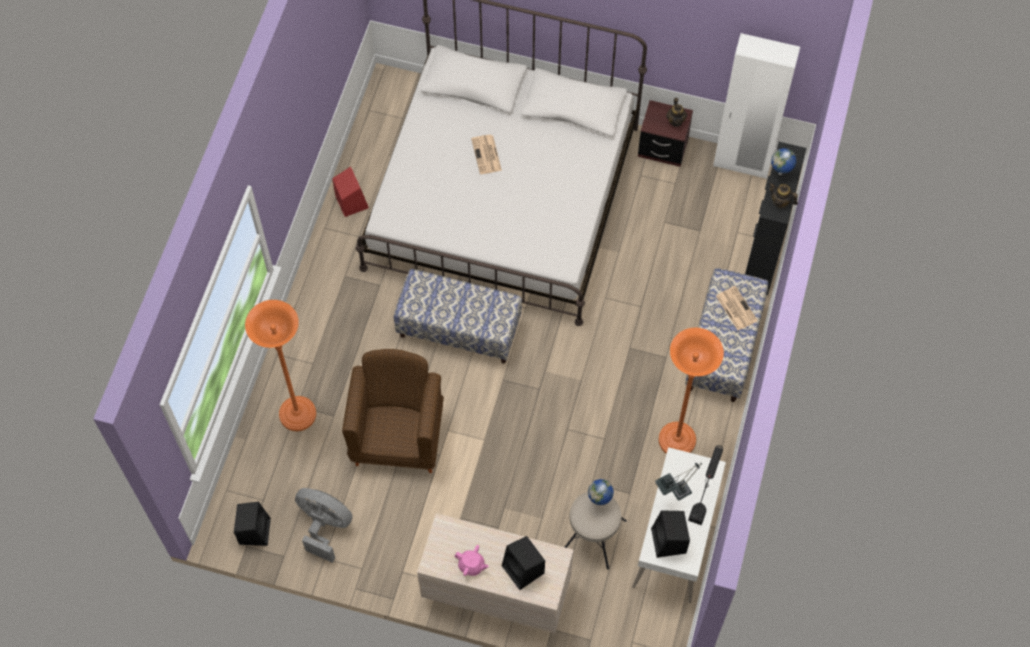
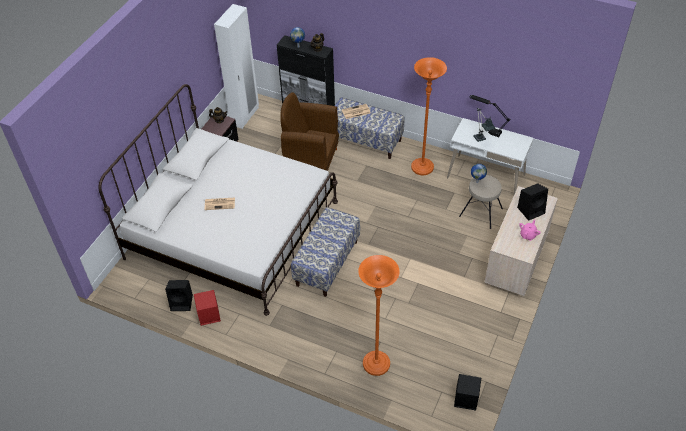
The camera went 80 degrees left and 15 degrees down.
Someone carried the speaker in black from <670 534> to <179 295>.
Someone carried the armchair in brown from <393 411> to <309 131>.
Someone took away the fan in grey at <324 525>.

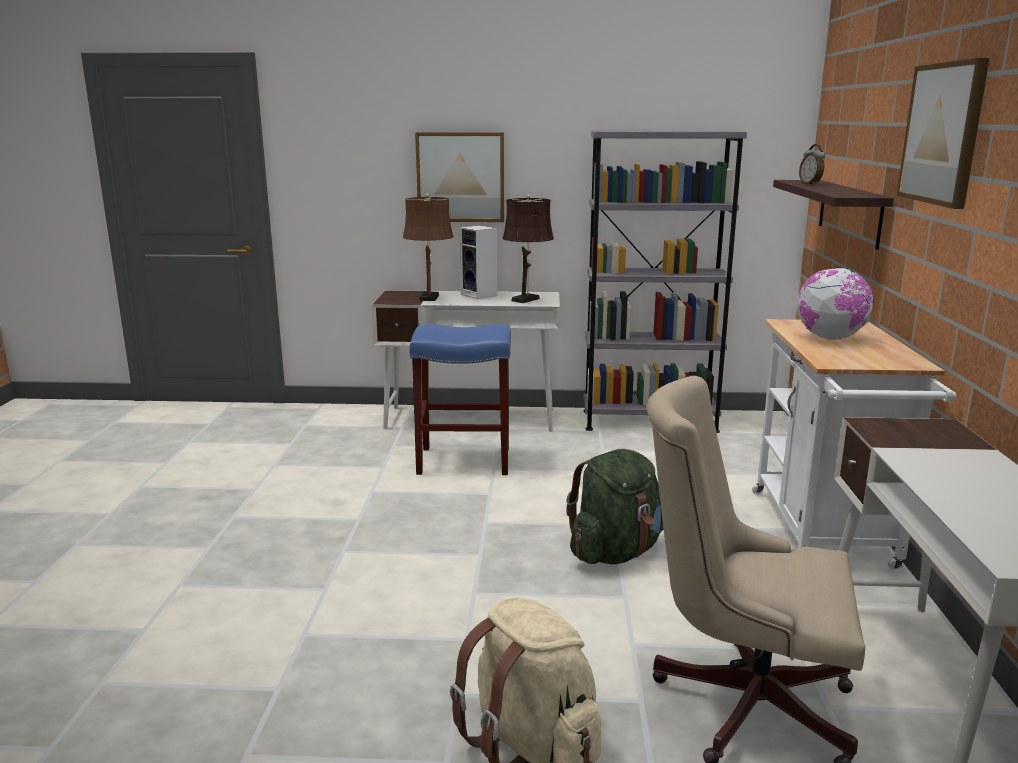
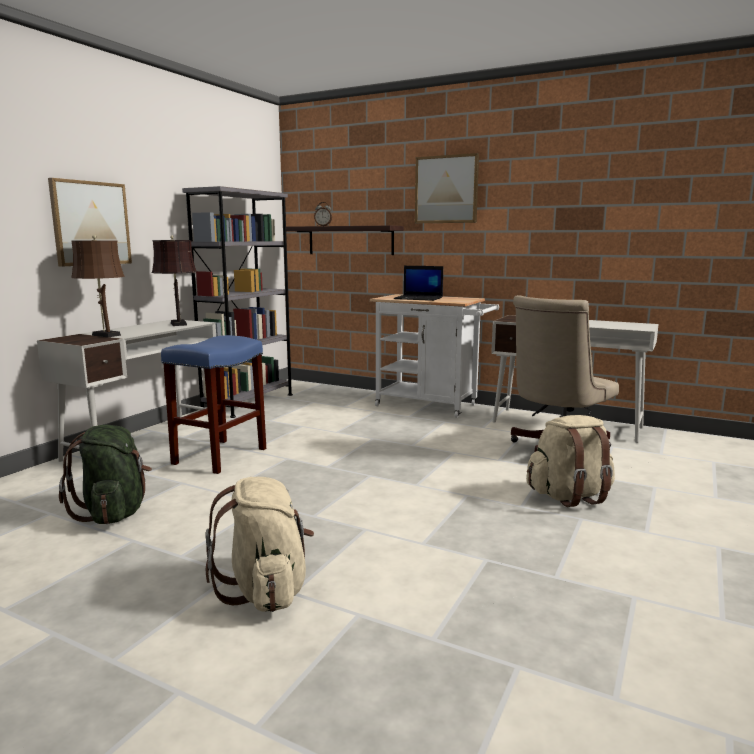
The camera went 65 degrees left and 5 degrees down.
Someone carried the backpack in green from <614 506> to <105 474>.
Someone put down the backpack in beige at <259 544>.
Someone swapped the globe at <835 303> for the laptop at <418 283>.
Someone took away the speaker at <478 262>.

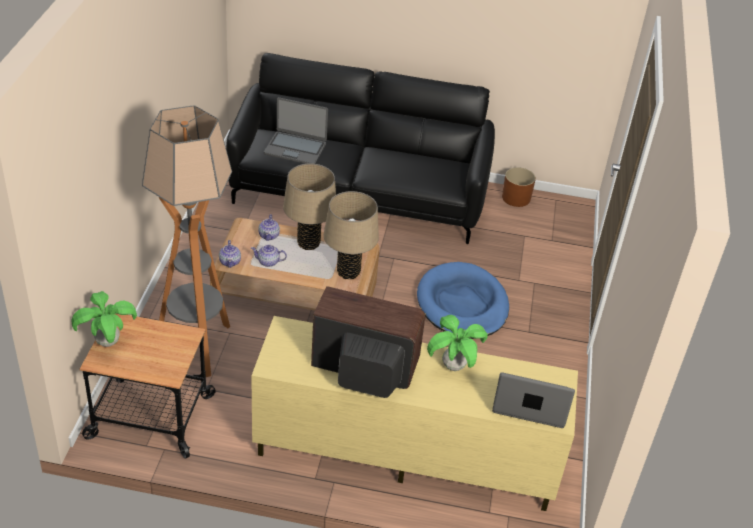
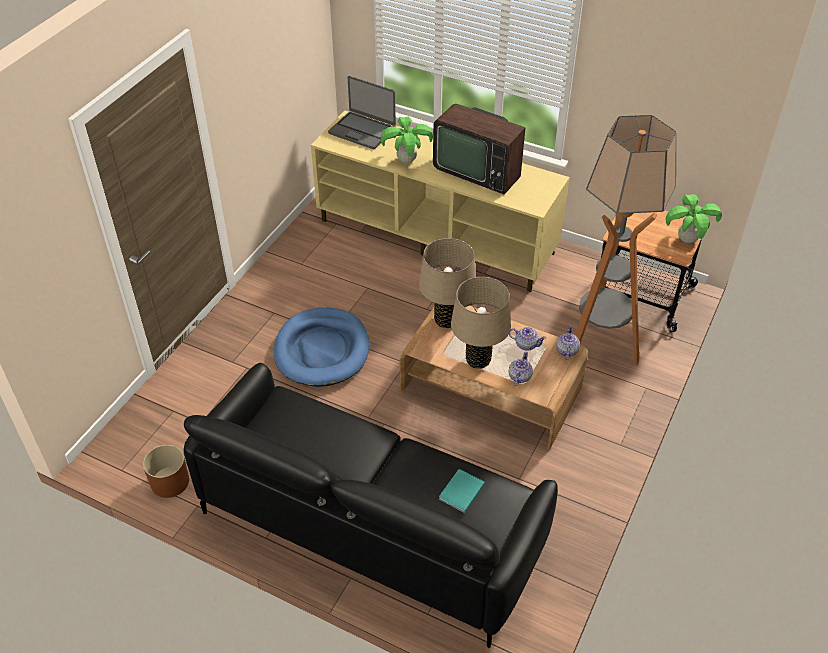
The camera went 160 degrees left and 5 degrees up.
Someone swapped the laptop at <296 130> for the book in turquoise at <462 491>.

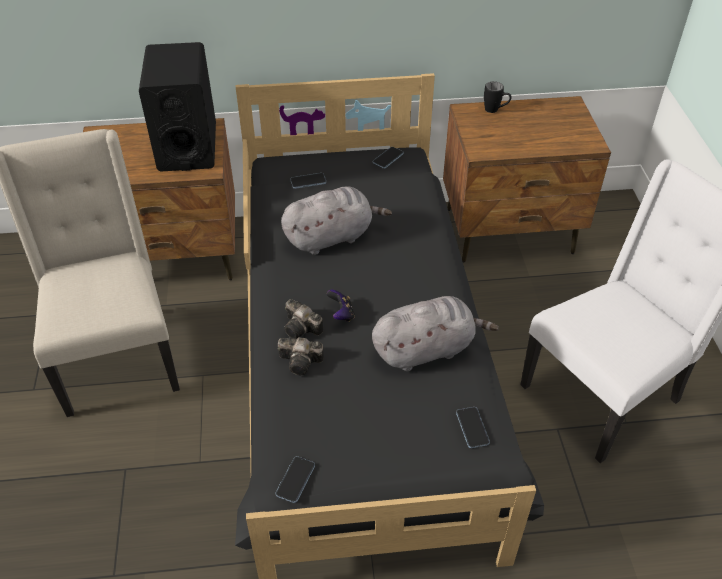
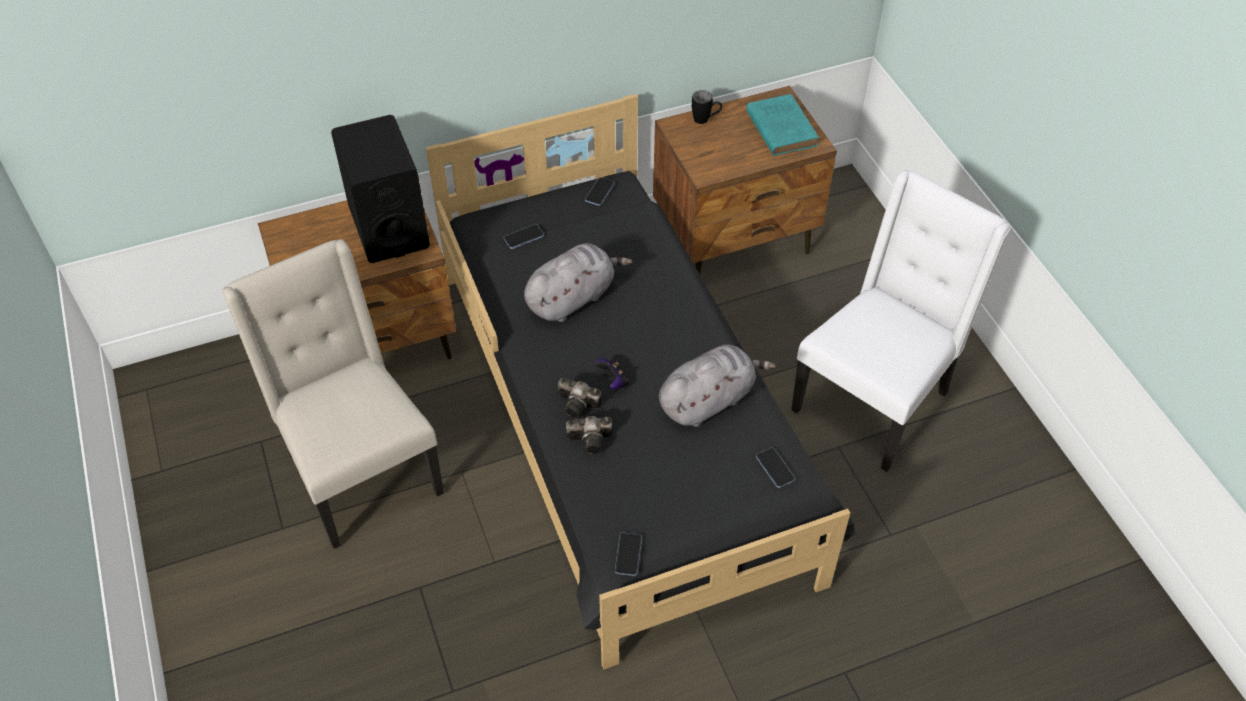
The camera went 15 degrees left and 5 degrees up.
Someone put down the book in turquoise at <782 125>.

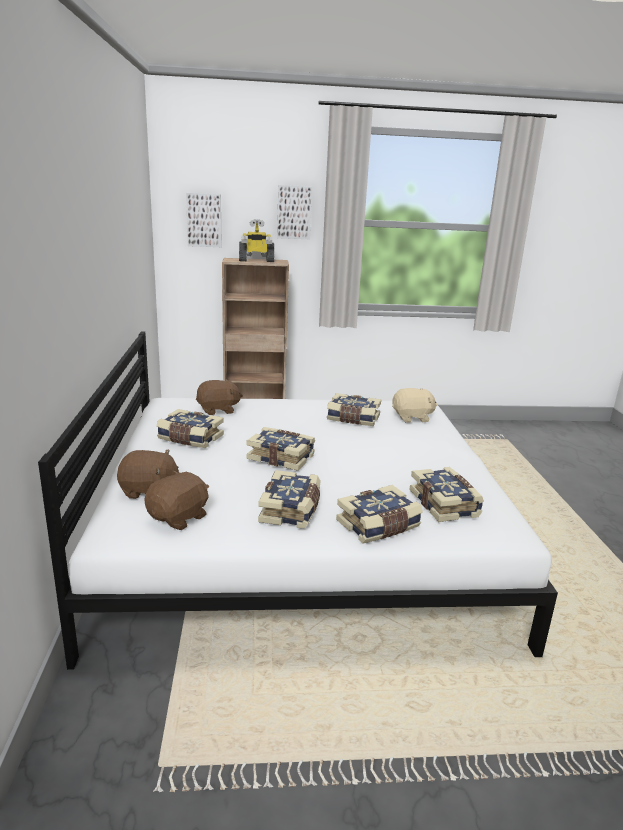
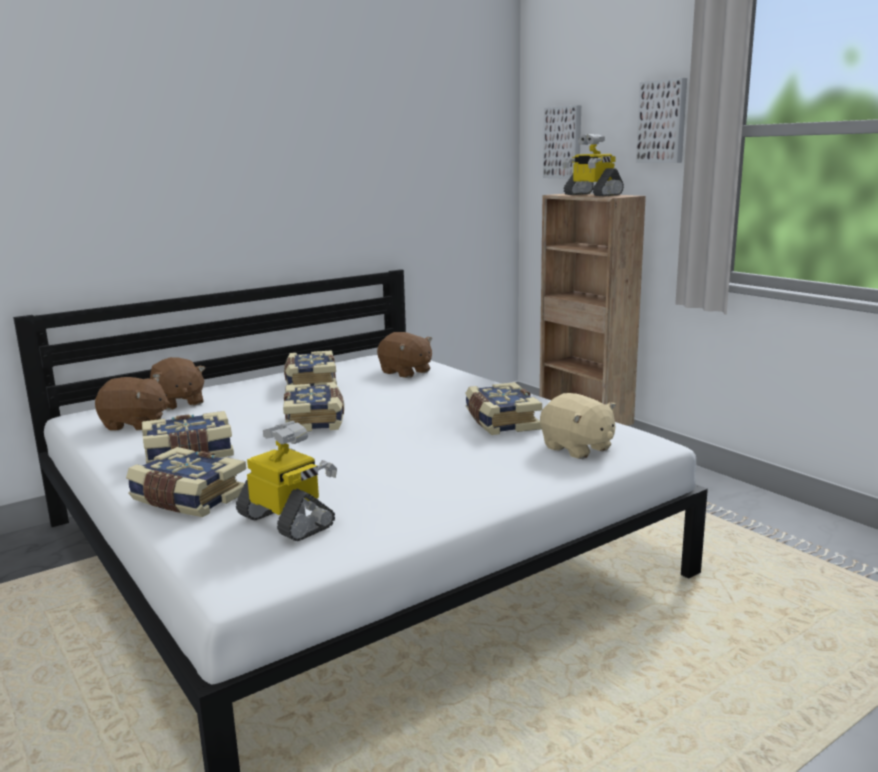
The camera went 60 degrees right and 5 degrees down.
Someone swapped the book at <446 494> for the toy robot at <286 481>.

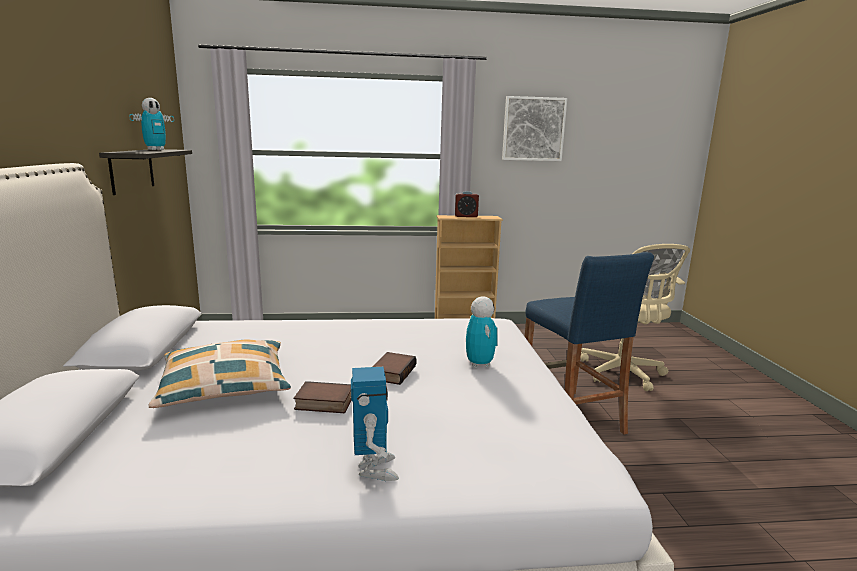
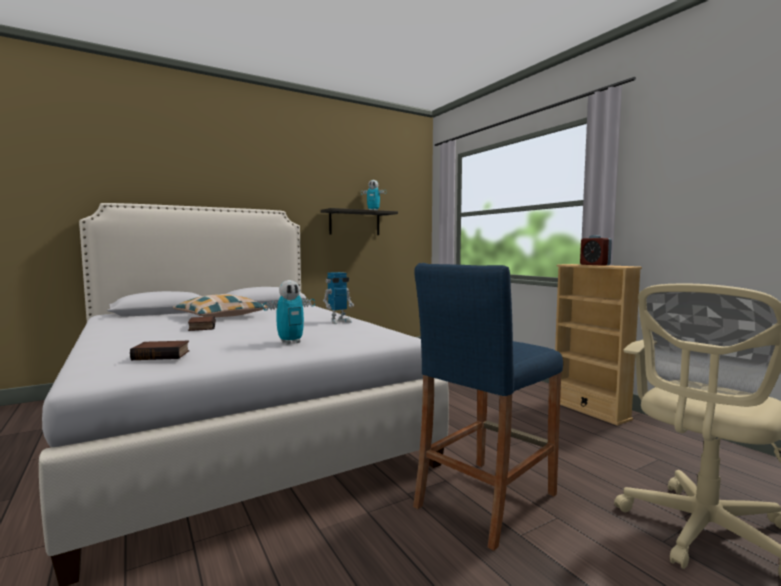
The camera went 65 degrees right and 10 degrees down.
Someone carried the book from <394 368> to <159 350>.
Someone carried the toy robot from <375 424> to <338 298>.
Someone took away the picture at <534 128>.

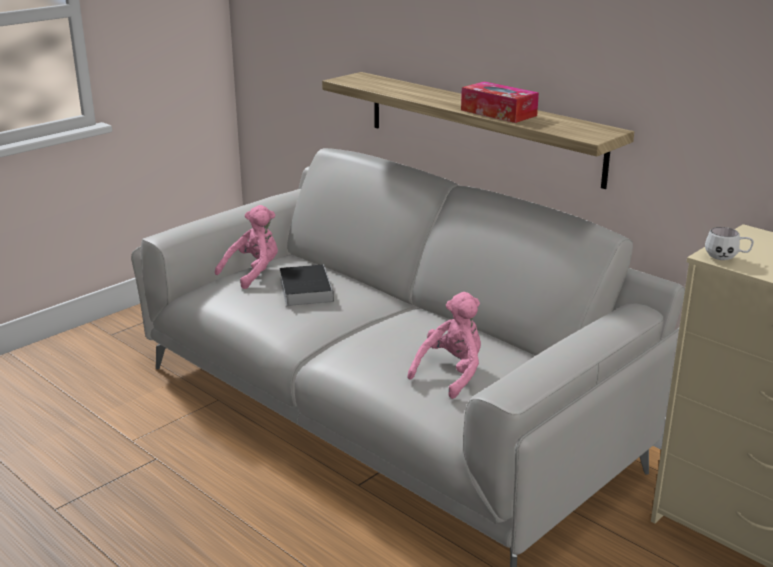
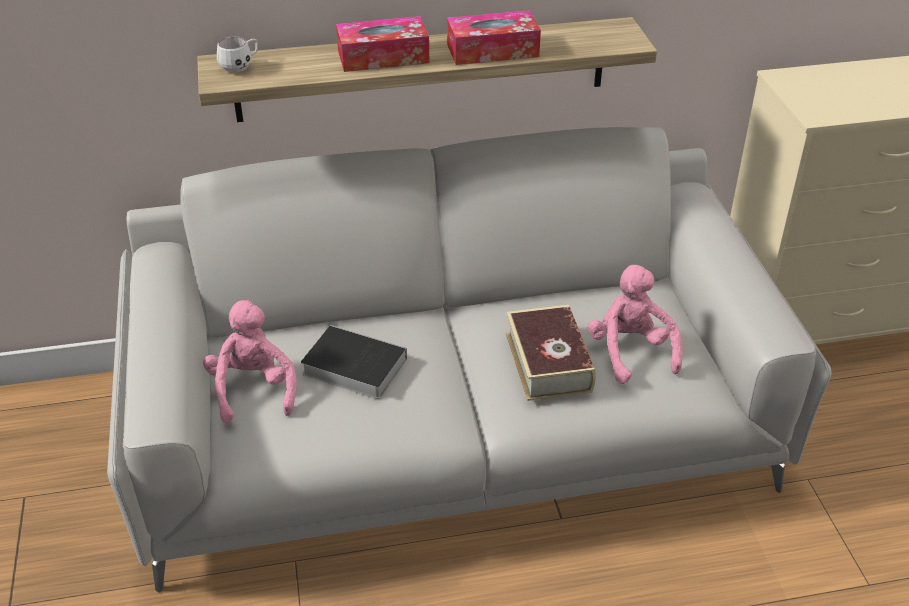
The camera went 55 degrees left and 15 degrees up.
Someone carried the mug in white from <729 243> to <237 54>.
Someone put down the tissue box at <382 44>.
Someone put down the book at <551 353>.

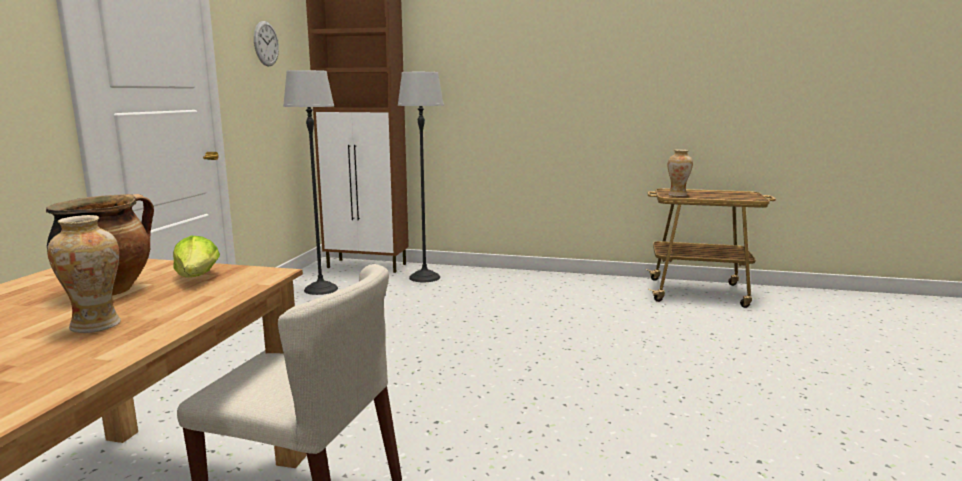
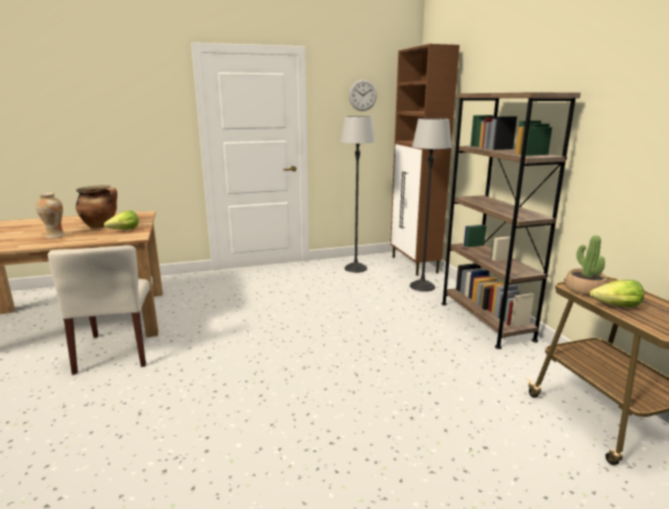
The camera went 60 degrees right and 5 degrees up.
Someone put down the bookcase in brown at <511 220>.
Someone swapped the vase at <680 172> for the potted plant at <586 265>.
Someone put down the lettuce at <617 293>.

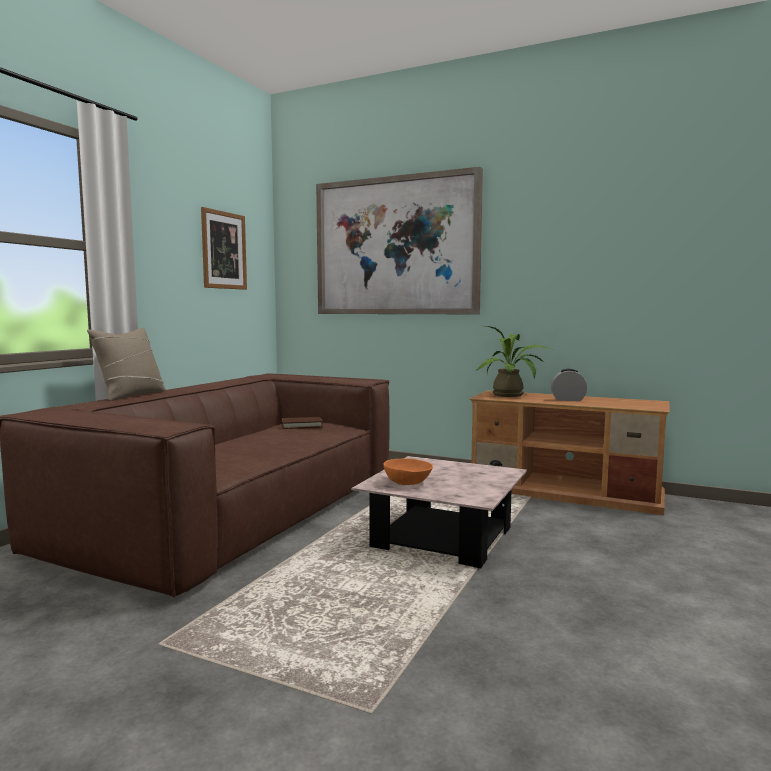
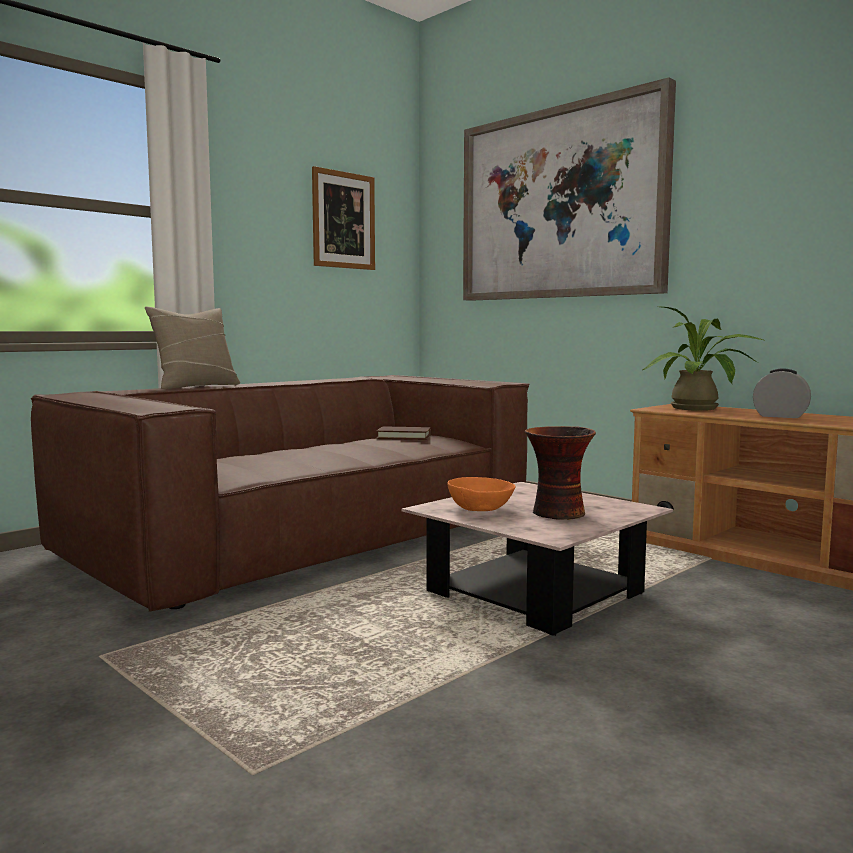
The camera went 20 degrees right and 0 degrees up.
Someone put down the vase at <560 473>.

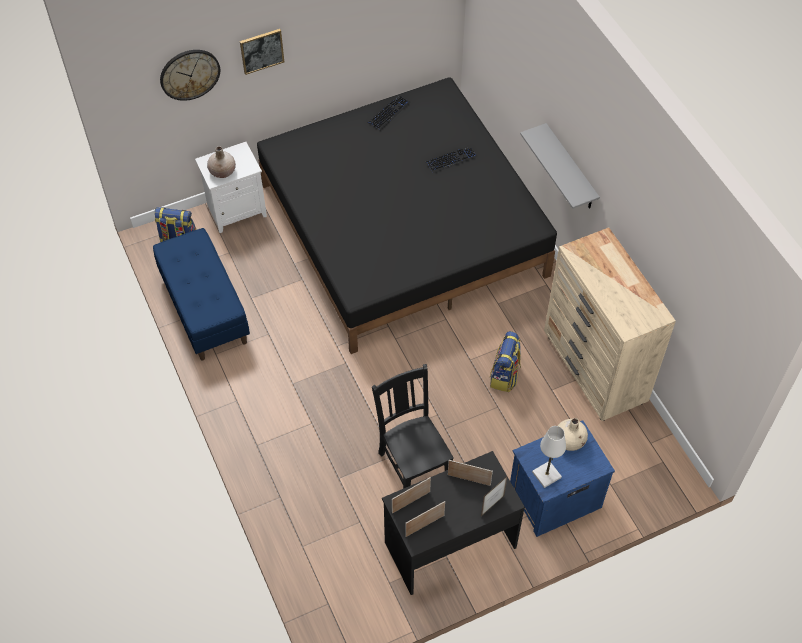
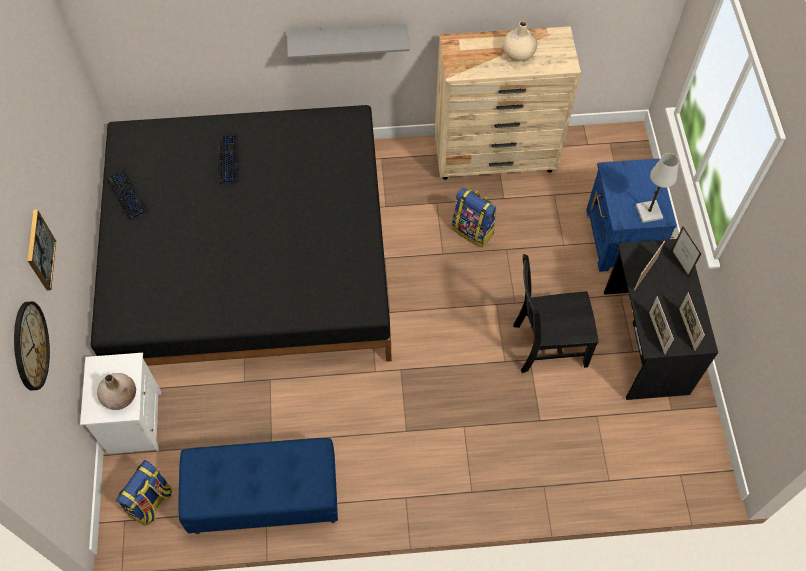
The camera went 70 degrees left and 5 degrees up.
Someone carried the vase in beige from <573 434> to <520 41>.

